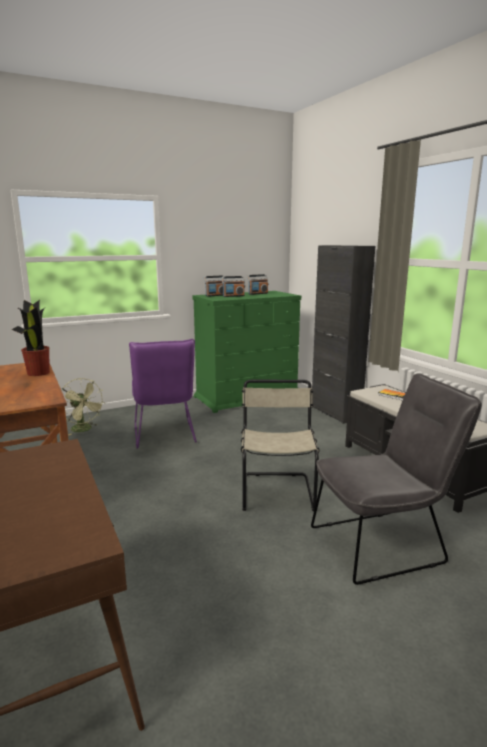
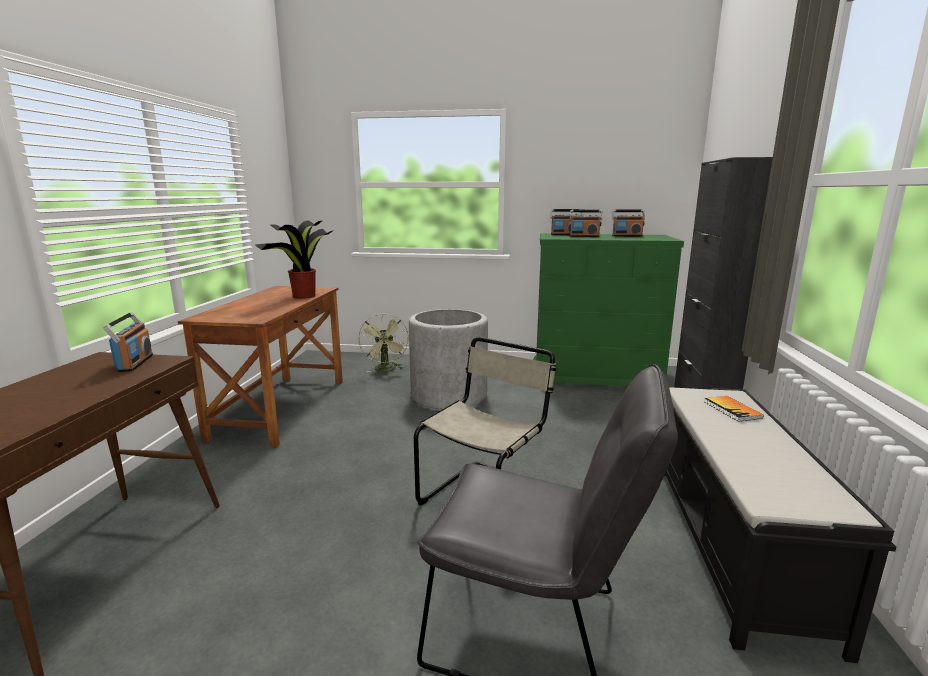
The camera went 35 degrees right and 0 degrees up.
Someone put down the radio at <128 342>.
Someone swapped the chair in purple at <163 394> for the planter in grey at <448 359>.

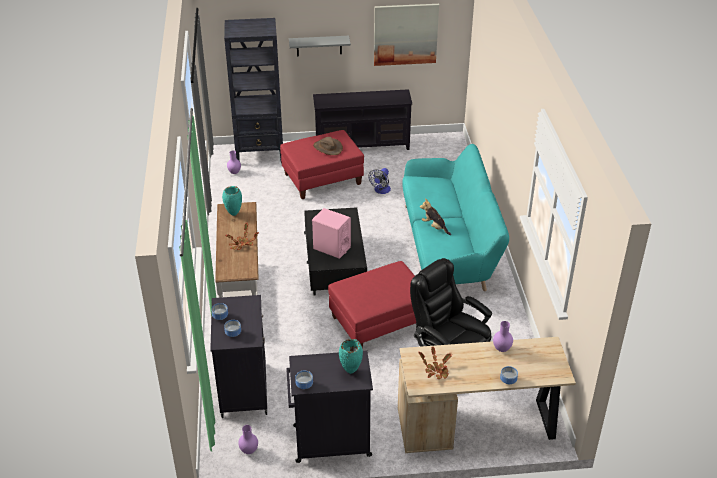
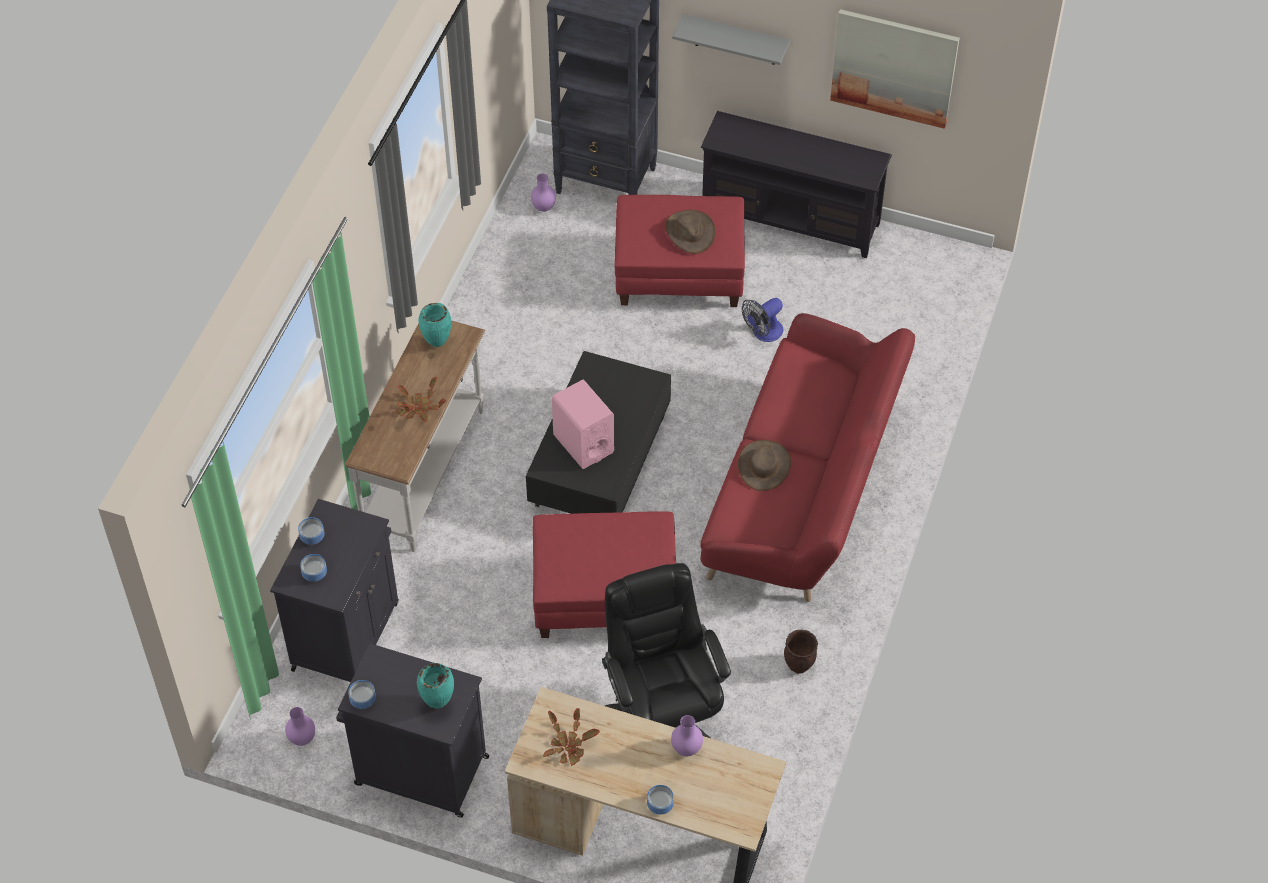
The camera went 25 degrees right and 15 degrees up.
Someone repainted the sofa in turquoise at <455 217>, which became the sofa in red at <807 457>.
Someone swapped the plush toy at <435 216> for the hat in brown at <764 465>.
Someone put down the planter in brown at <801 652>.

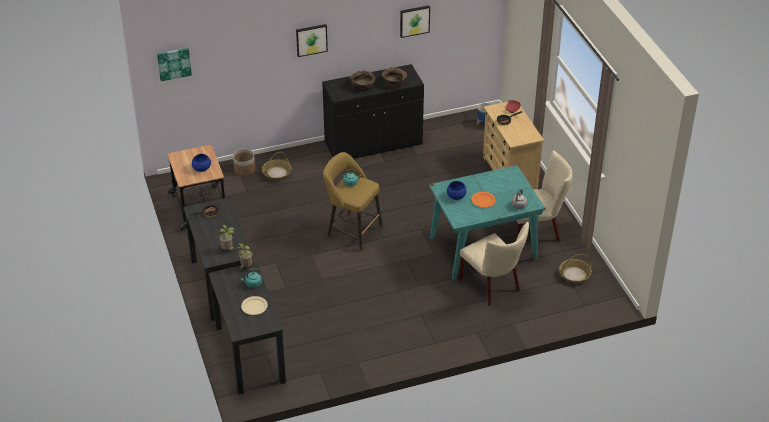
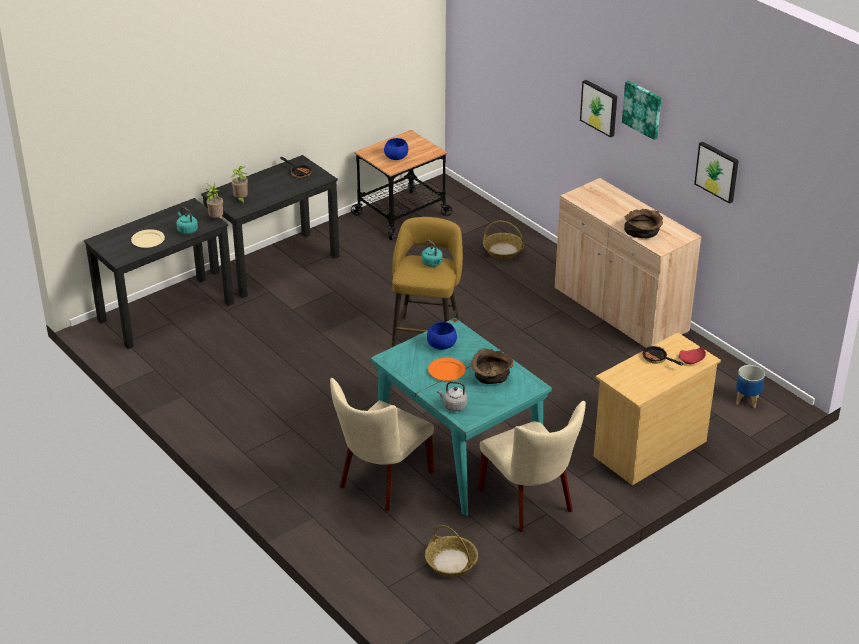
The camera went 70 degrees right and 5 degrees down.
Someone carried the bowl in brown from <362 80> to <492 366>.
Someone repainted the cabinet in black at <373 111>, which became the cabinet in beige at <628 263>.
Someone carried the picture from <174 64> to <641 110>.
Someone took away the planter at <244 162>.

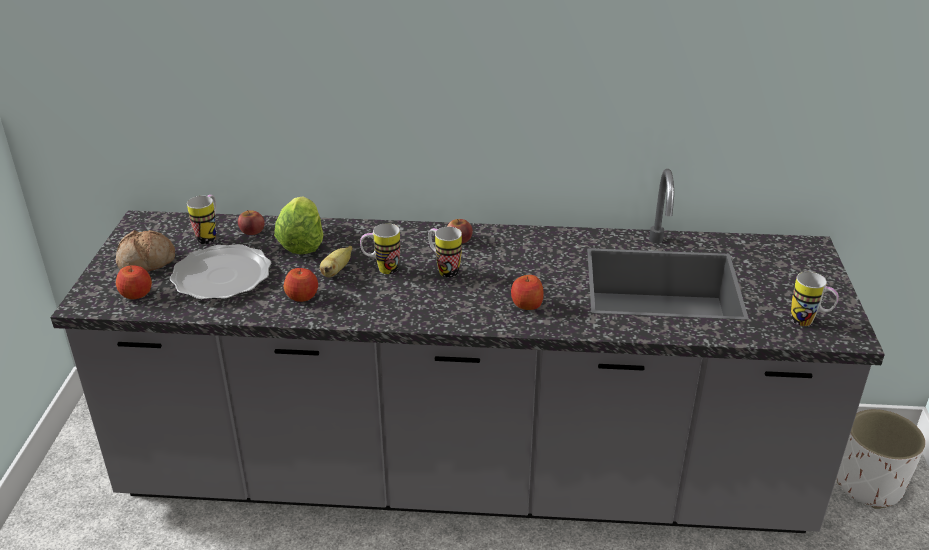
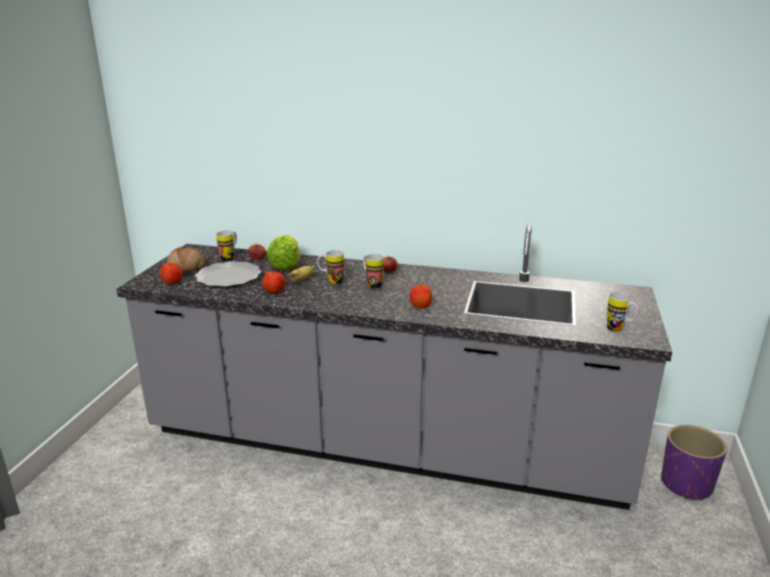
The camera went 10 degrees right and 10 degrees down.
Someone repainted the planter in white at <881 459>, which became the planter in purple at <694 463>.

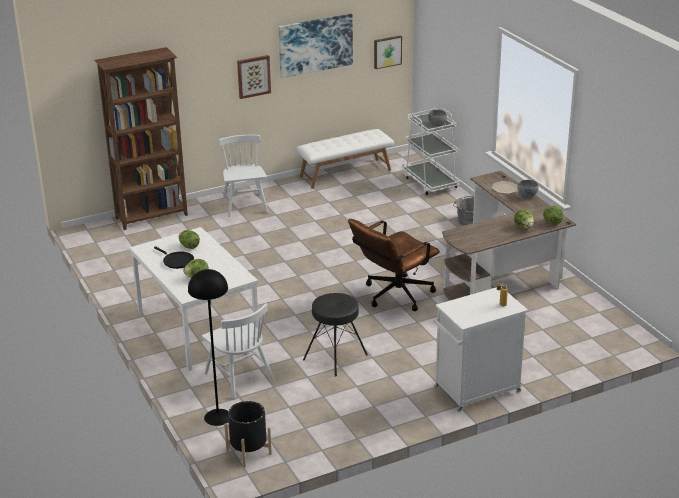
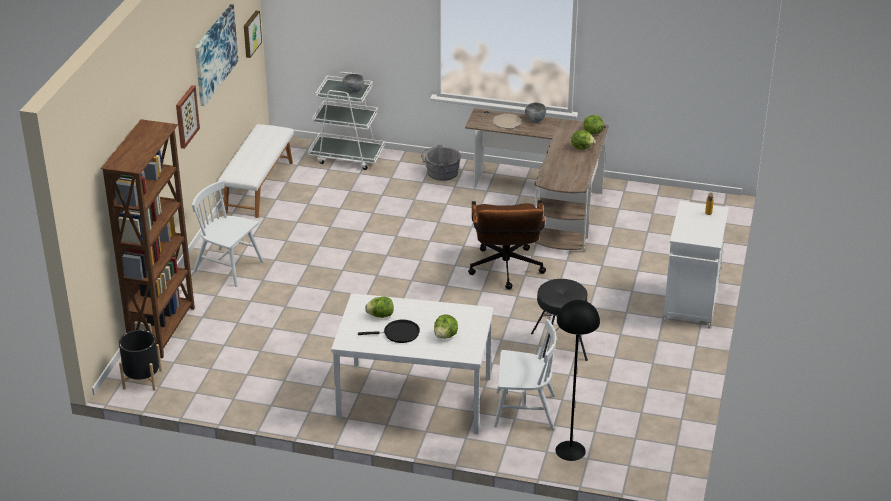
The camera went 50 degrees left and 5 degrees up.
Someone carried the planter in black from <248 434> to <140 360>.

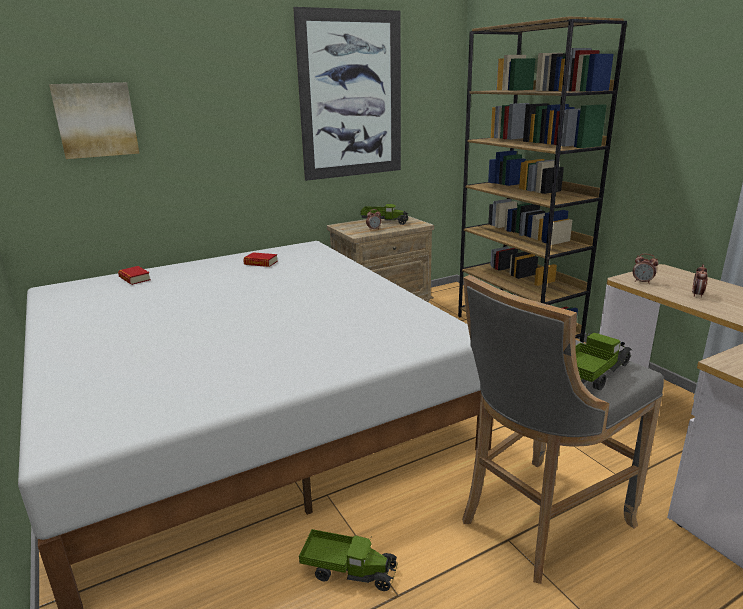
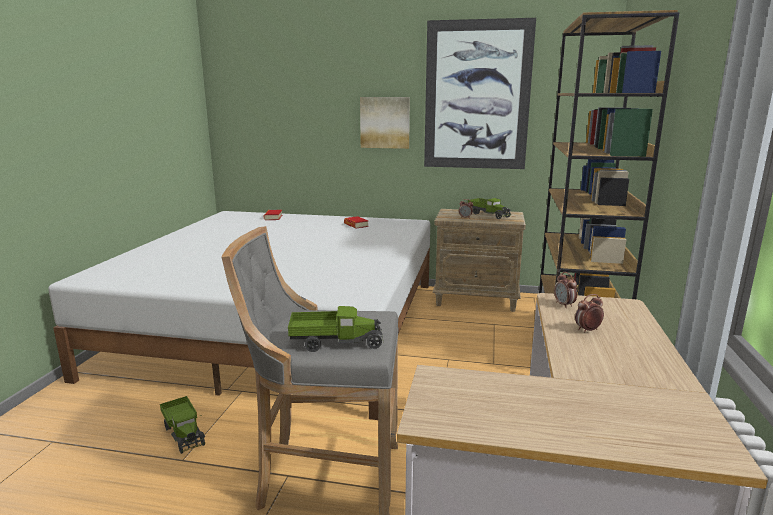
The camera went 40 degrees right and 5 degrees down.
Someone carried the picture from <94 120> to <385 123>.

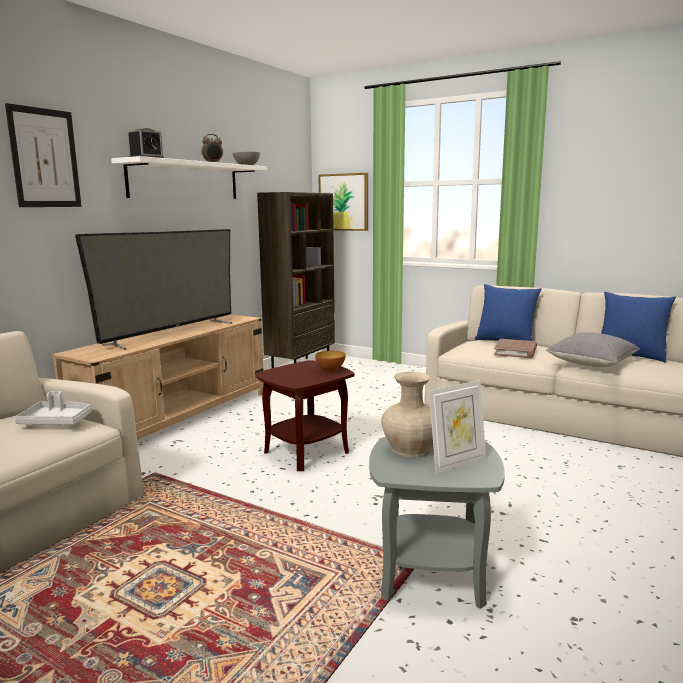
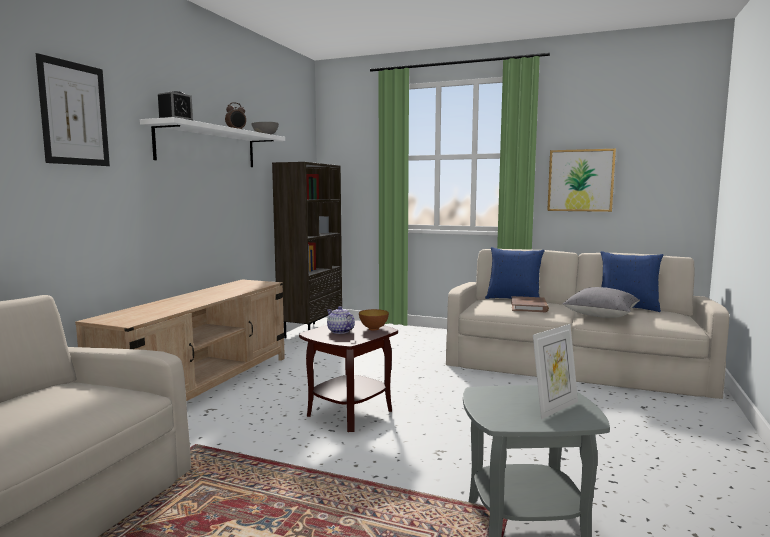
The camera went 10 degrees left and 5 degrees down.
Someone put down the teapot at <341 320>.
Someone carried the picture from <343 202> to <581 180>.
Someone took away the tray in grey at <53 408>.
Someone took away the television at <153 289>.
Someone took away the vase in beige at <407 415>.

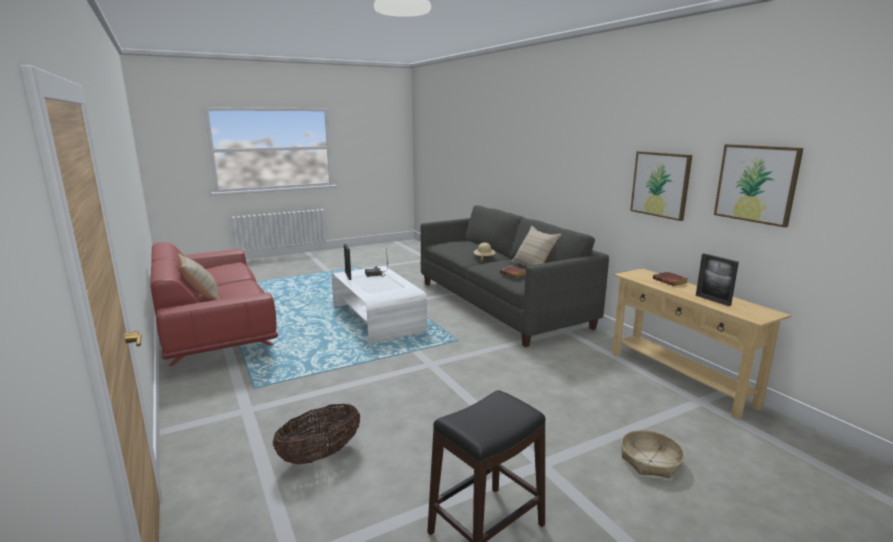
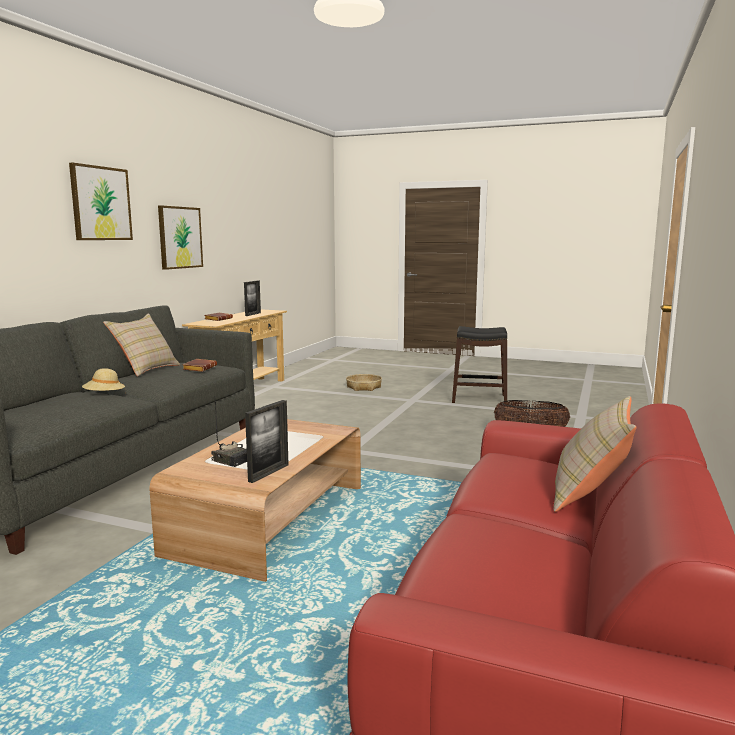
The camera went 130 degrees left and 5 degrees down.
Someone carried the picture from <758 186> to <101 201>.
Someone repainted the coffee table in white at <379 305>, which became the coffee table in brown at <255 500>.

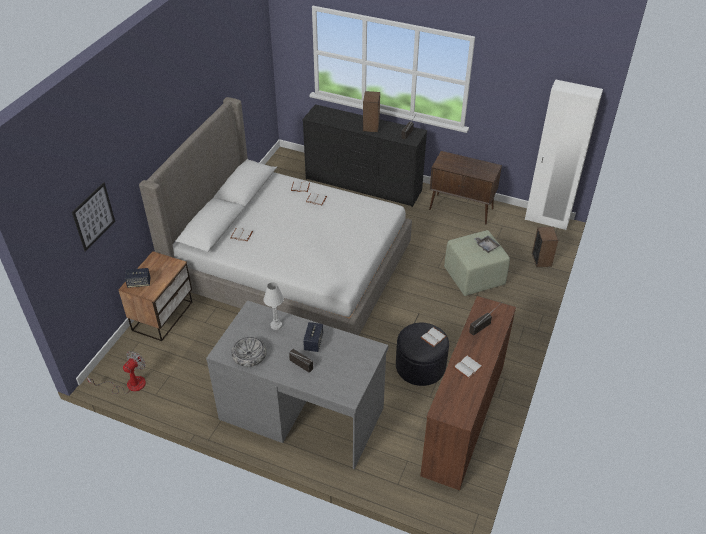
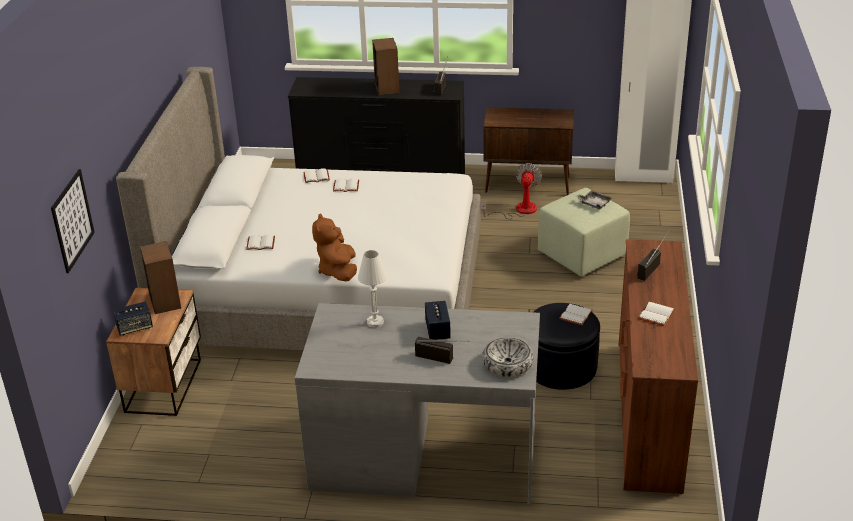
The camera went 15 degrees left and 10 degrees down.
Someone carried the speaker from <545 247> to <160 277>.
Someone put down the plush toy in brown at <334 247>.
Someone carried the fan from <116 372> to <511 191>.
Someone carried the bowl from <249 352> to <508 357>.

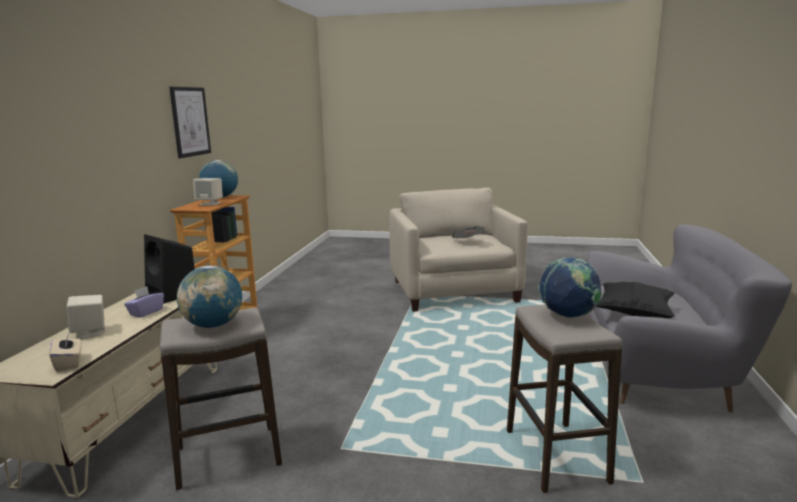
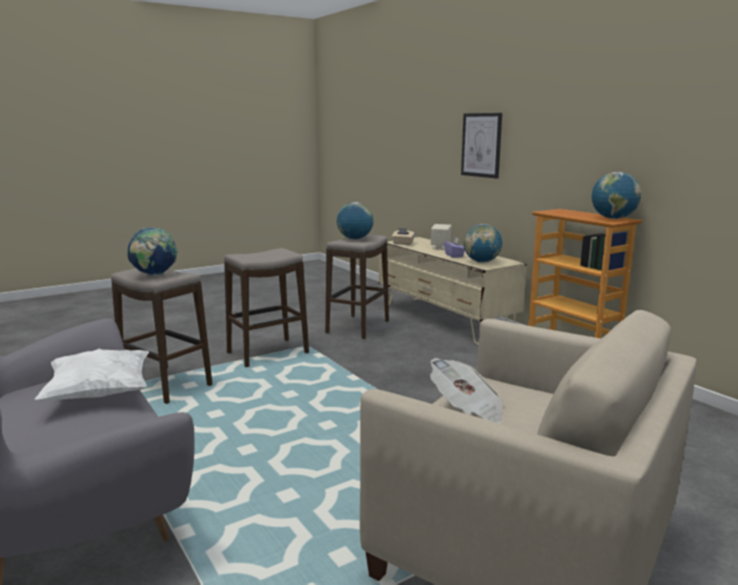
The camera went 135 degrees right and 0 degrees up.
Someone repainted the pillow in black at <635 300>, which became the pillow in white at <92 375>.
Someone put down the stool at <266 307>.
Someone carried the picture from <190 122> to <481 145>.
Someone swapped the speaker in black at <169 269> for the globe at <483 243>.
Someone took away the speaker in beige at <208 192>.

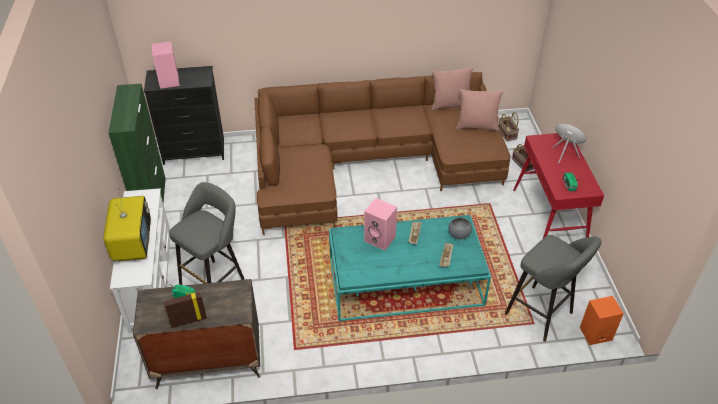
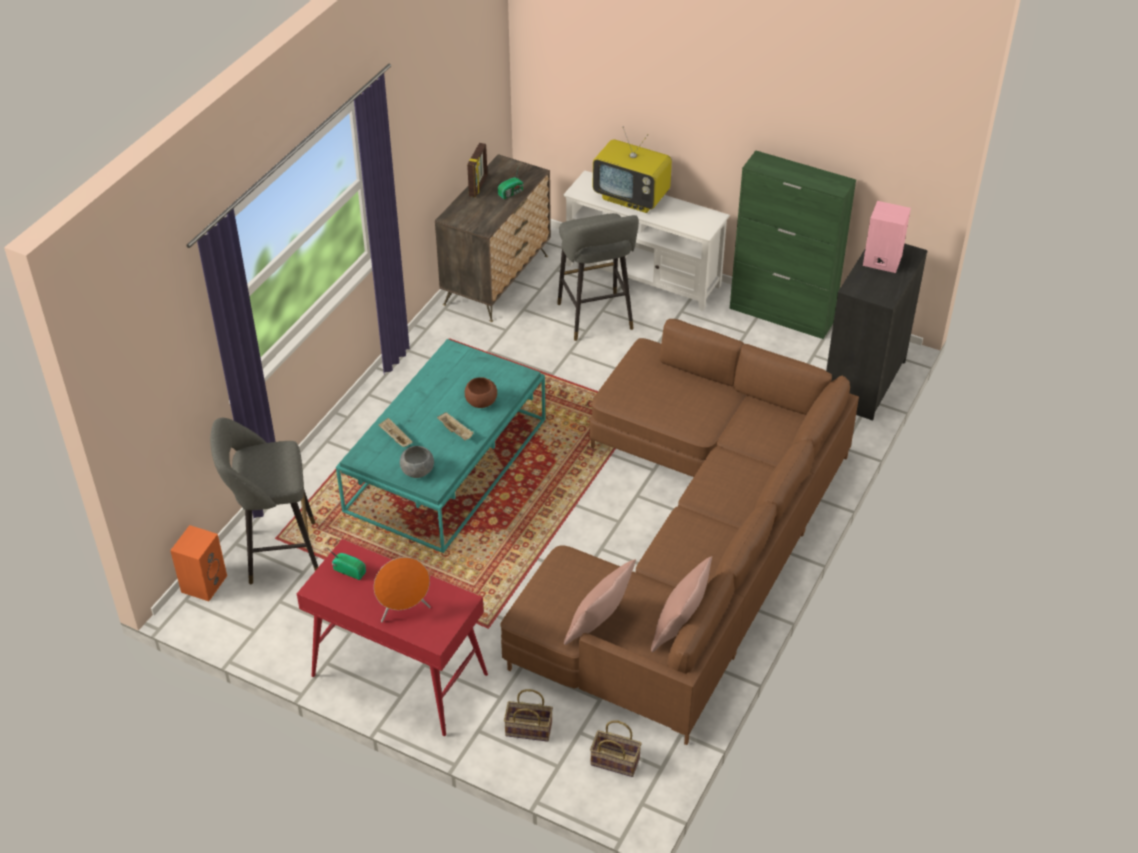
The camera went 125 degrees right and 0 degrees up.
Someone swapped the speaker in pink at <380 224> for the bowl in brown at <481 392>.

